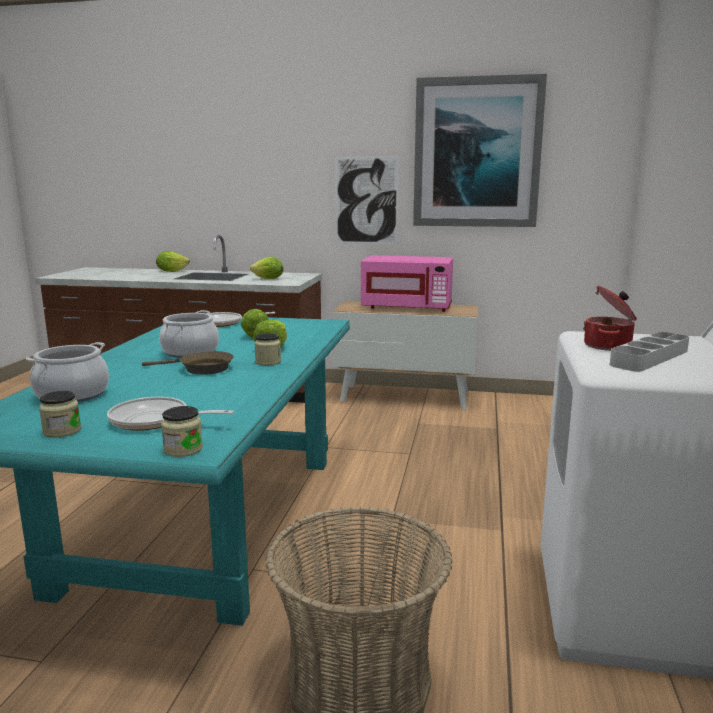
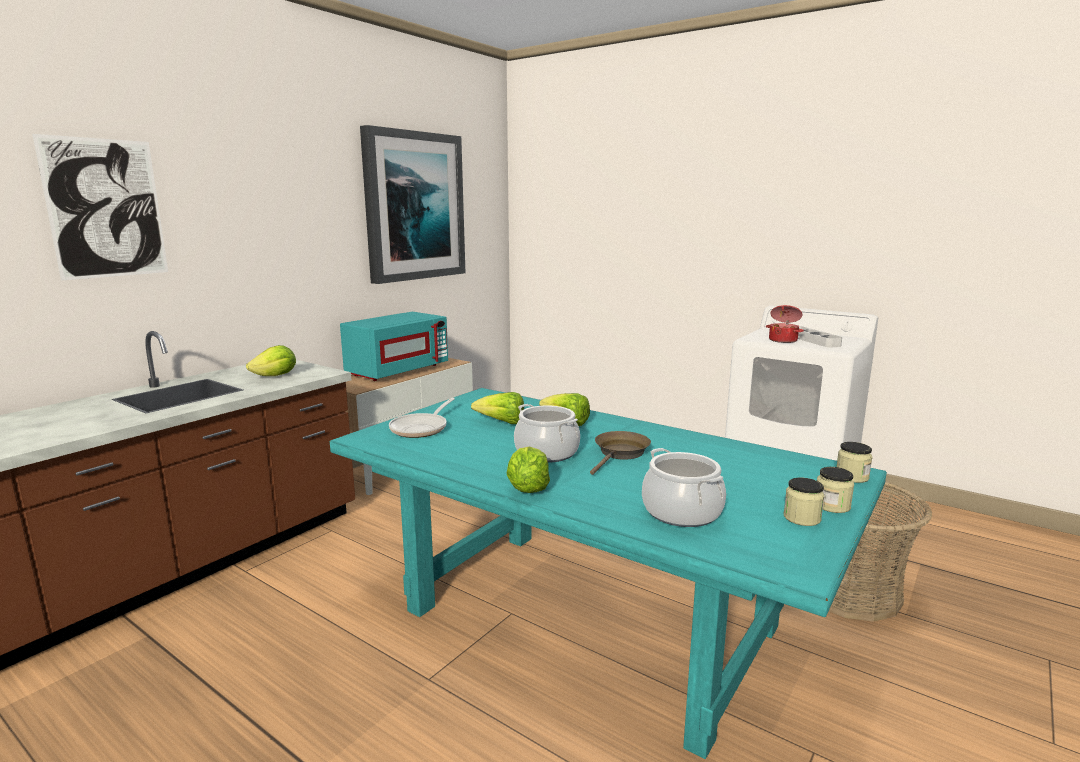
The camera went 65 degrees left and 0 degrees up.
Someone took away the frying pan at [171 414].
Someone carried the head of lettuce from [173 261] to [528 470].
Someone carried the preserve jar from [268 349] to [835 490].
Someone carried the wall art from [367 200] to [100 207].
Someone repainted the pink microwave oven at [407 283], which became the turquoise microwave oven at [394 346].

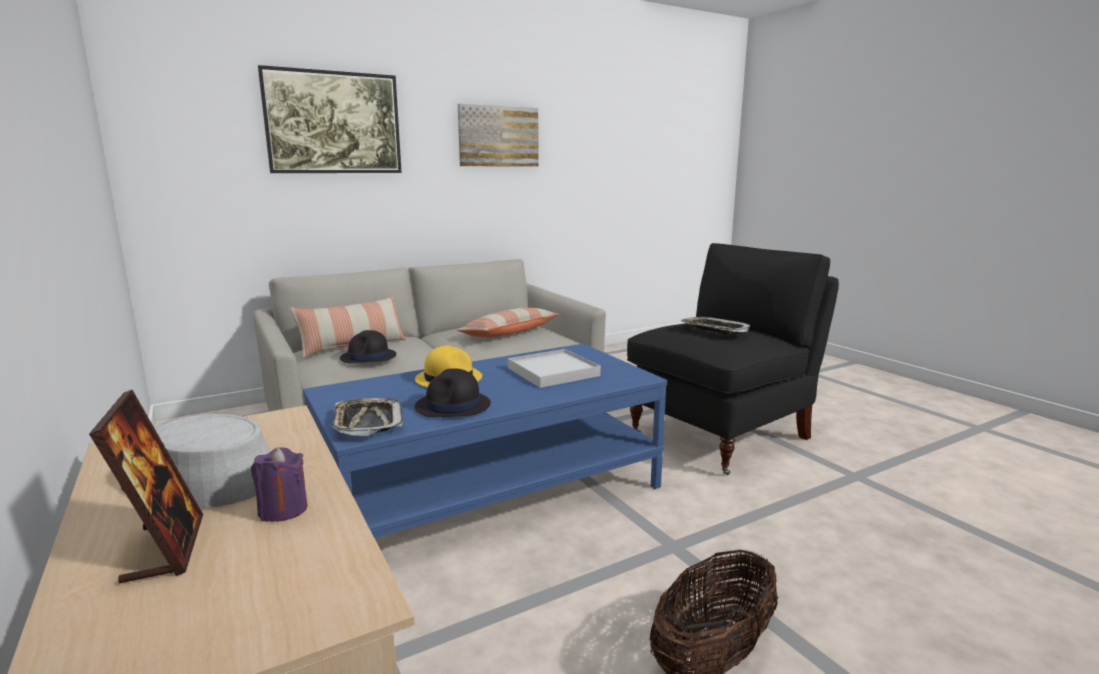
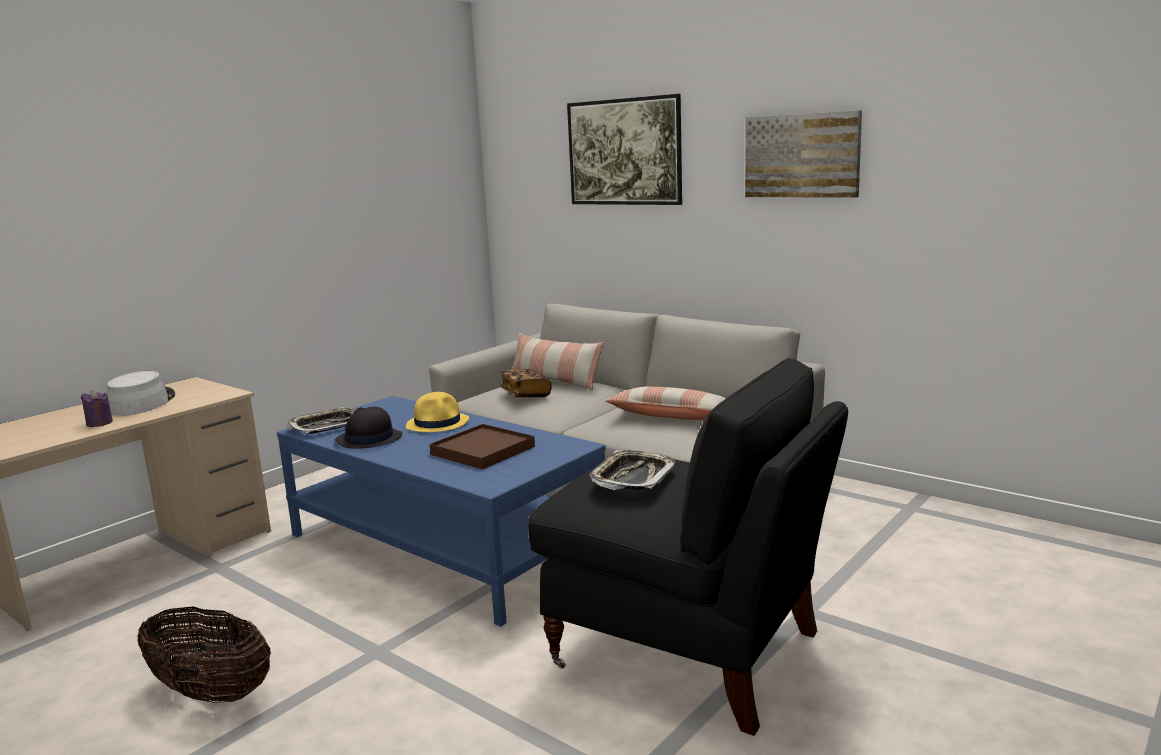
The camera went 70 degrees right and 0 degrees up.
Someone took away the picture frame at [146 486].
Someone swapped the black-coloured wearable hat at [368 347] for the bound book at [525 383].
Someone repainted the white tray at [554 368], which became the brown-coloured tray at [482 446].

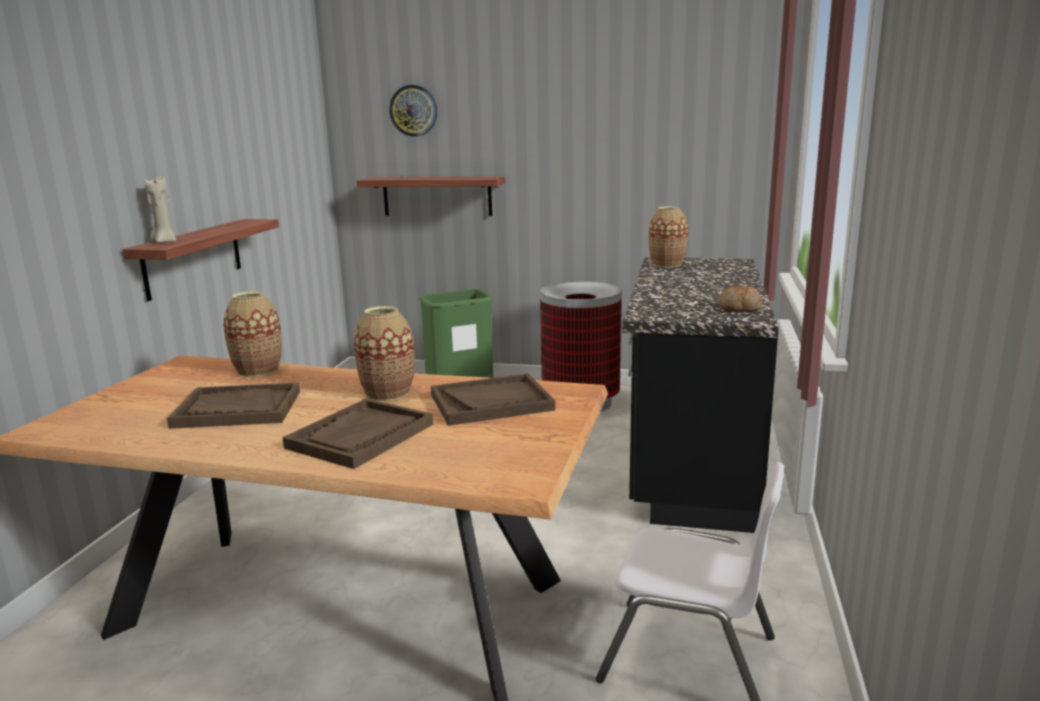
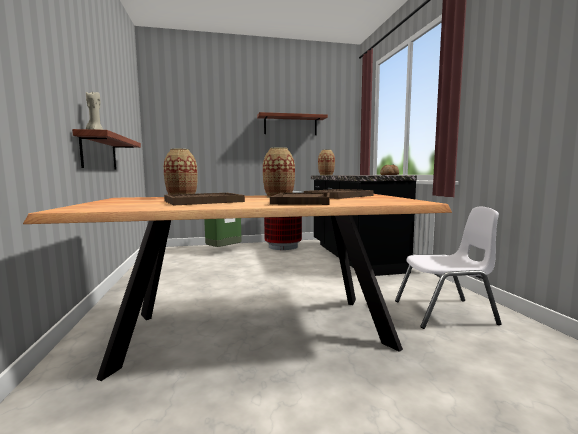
The camera went 25 degrees left and 10 degrees down.
Someone carried the shelf from [431 196] to [292 123].
Someone took away the clock on the wall at [413 111].

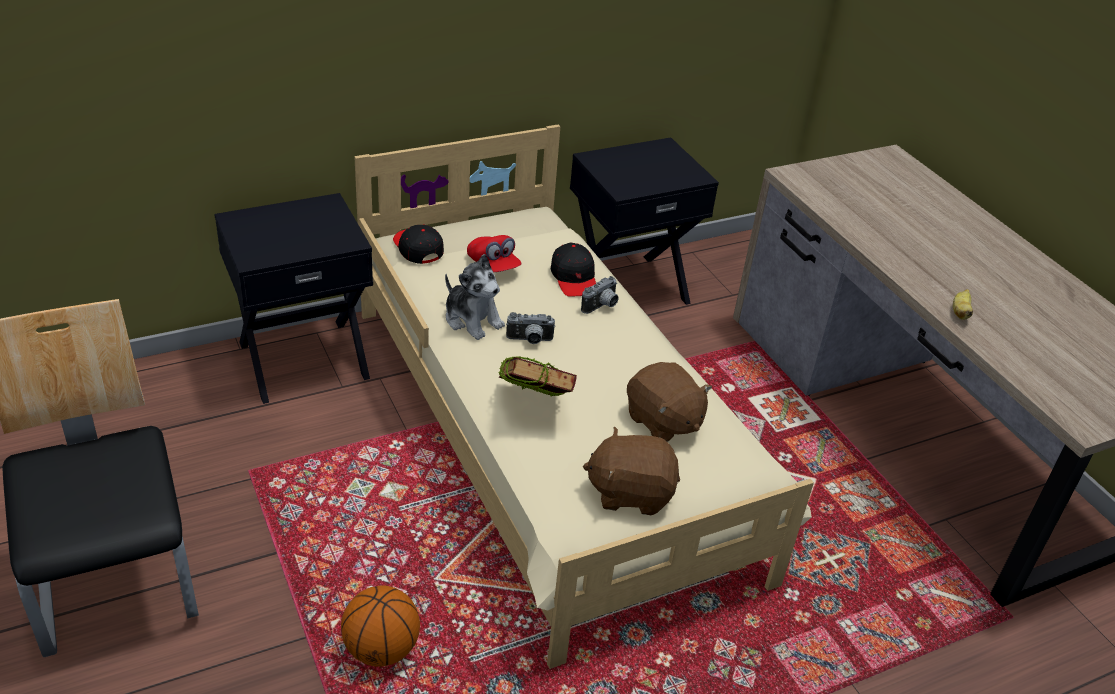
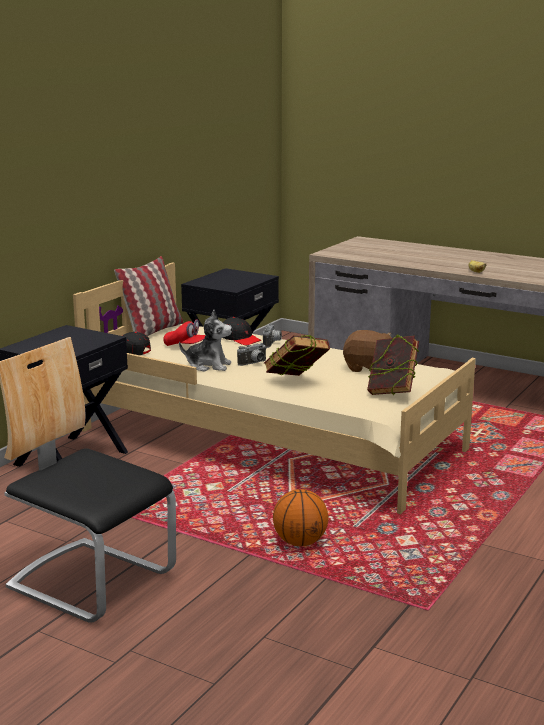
The camera went 30 degrees left and 20 degrees down.
Someone swapped the brown-coloured soft toy at [631 470] for the bound book at [393 365].
Someone put down the pillow at [148 296].

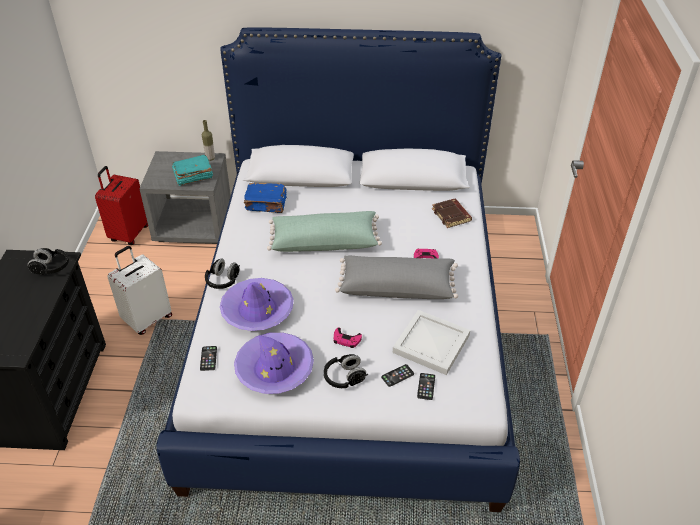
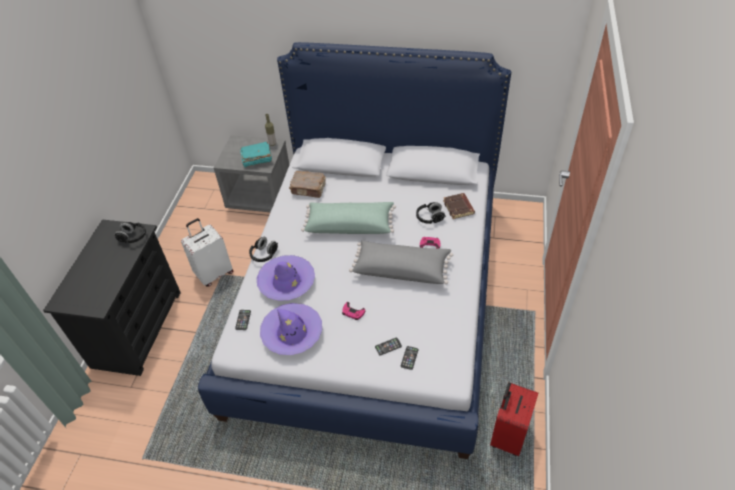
The camera went 10 degrees right and 5 degrees up.
Someone carried the reddish piece of luggage from [121 205] to [514 419].
Someone repainted the blue-coloured bound book at [265 198], which became the brown-coloured bound book at [307 184].
Someone carried the black-coloured headphones from [346 371] to [431 213].
Someone took away the white tray at [431 342].

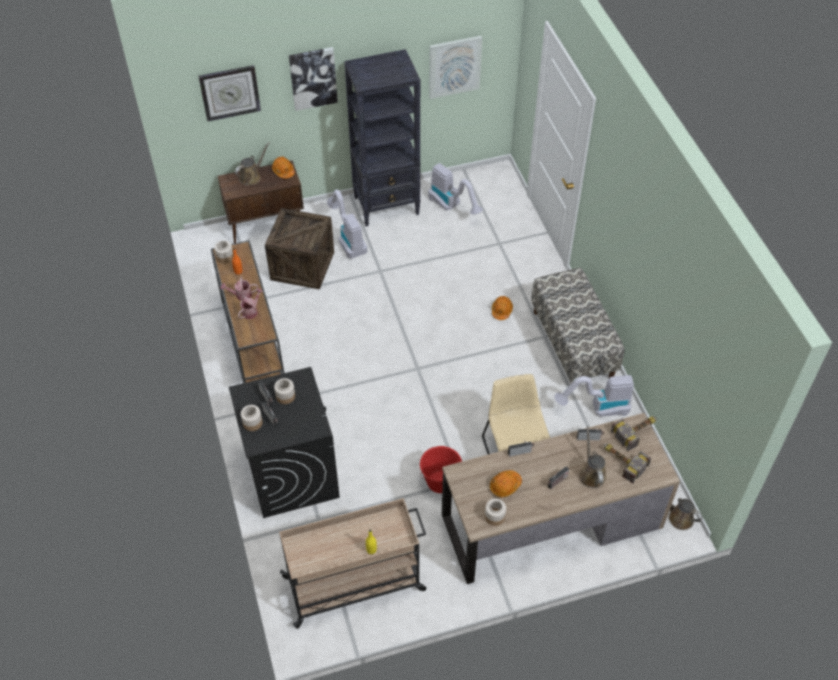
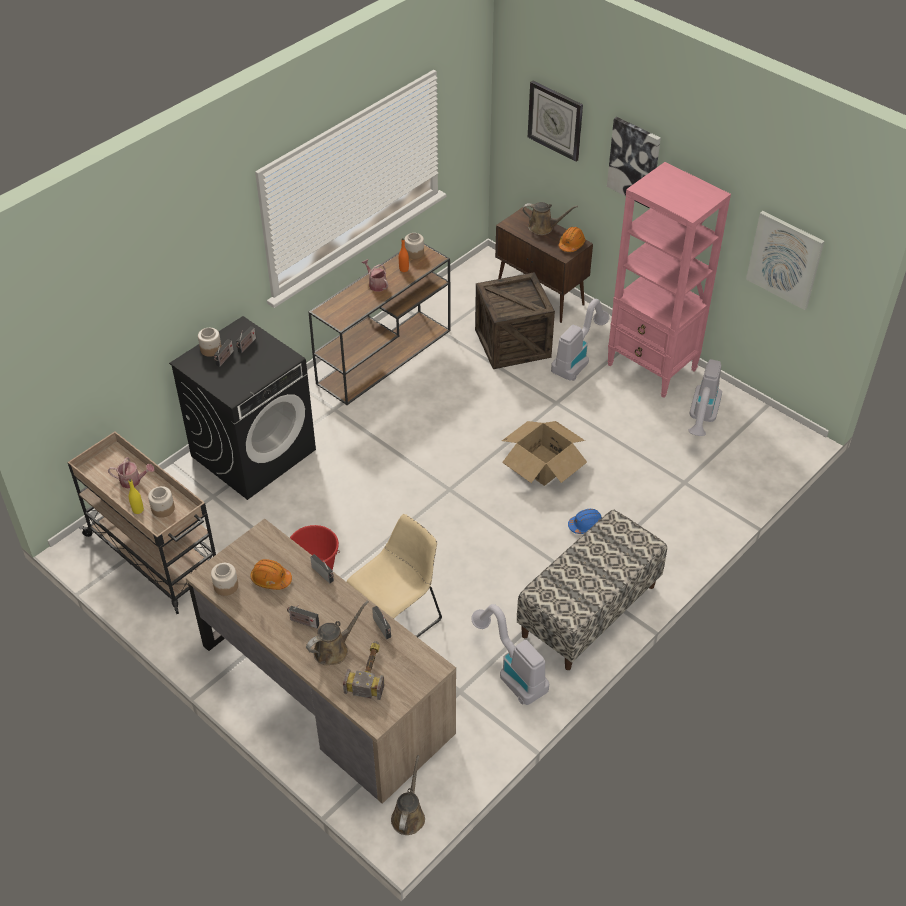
The camera went 60 degrees right and 5 degrees down.
Someone carried the sprinkling can from [250 304] to [131 473].
Someone carried the preserve jar from [284 391] to [161 502].
Someone repainted the black-coloured bookcase at [382 138], which became the pink bookcase at [669 280].
Someone repainted the orangey hard hat at [502 308], which became the blue-coloured hard hat at [585 521].
Someone took away the tool hammer at [634 433].
Someone put down the carton at [544 453].

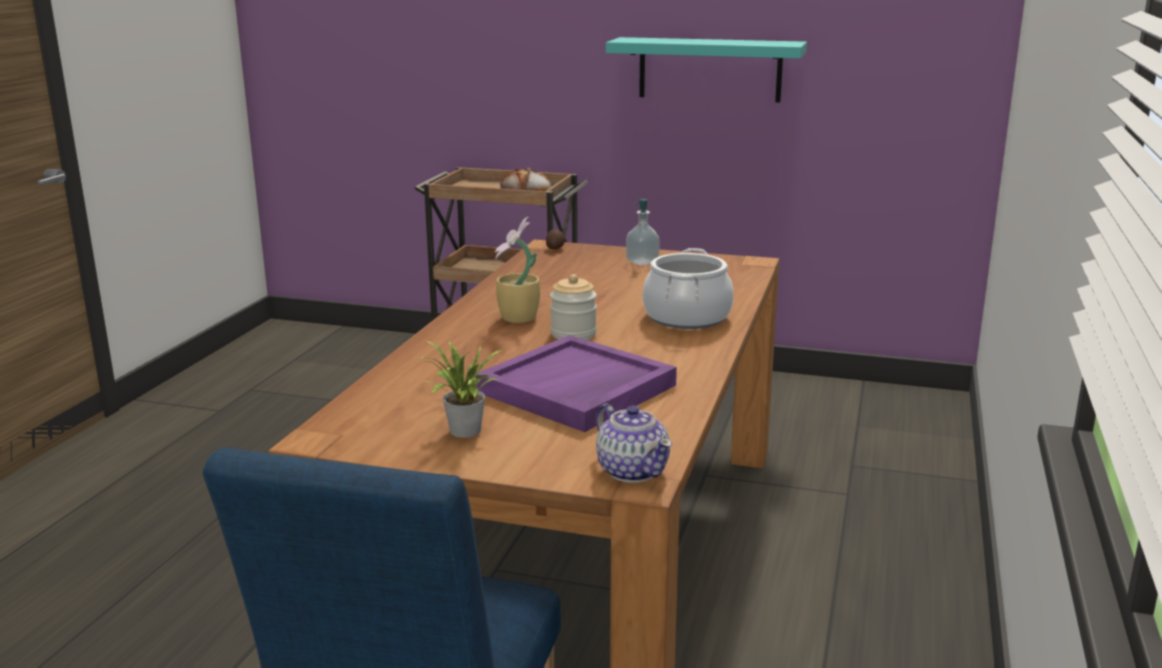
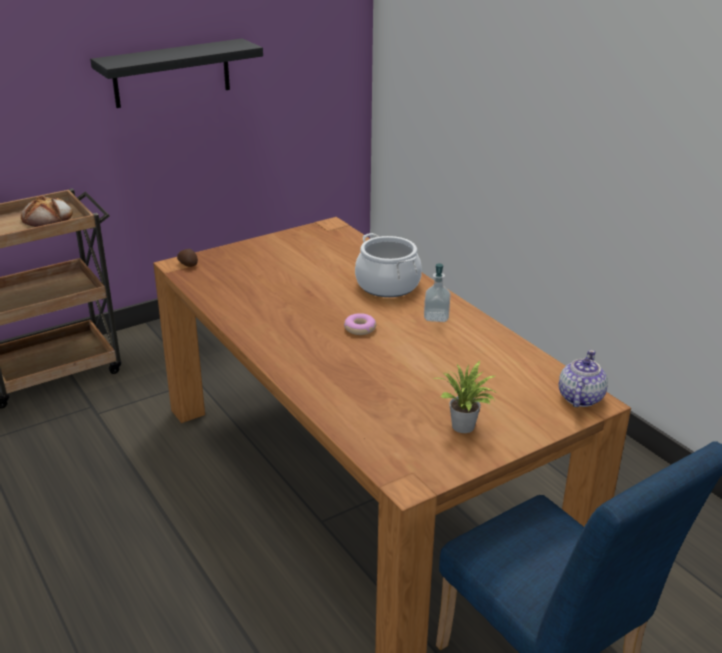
The camera went 50 degrees left and 10 degrees up.
Someone took away the purplish tray at [576 383].
Someone took away the plant in a pot at [517 270].
Someone swapped the preserve jar at [573 307] for the doughnut at [360 324].
Someone rotated the pot for tea at [634 443] by 75 degrees counterclockwise.
Someone repainted the turquoise shelf at [706 69], which became the black-coloured shelf at [176 73].
Someone carried the soap bottle from [643 232] to [437 292].

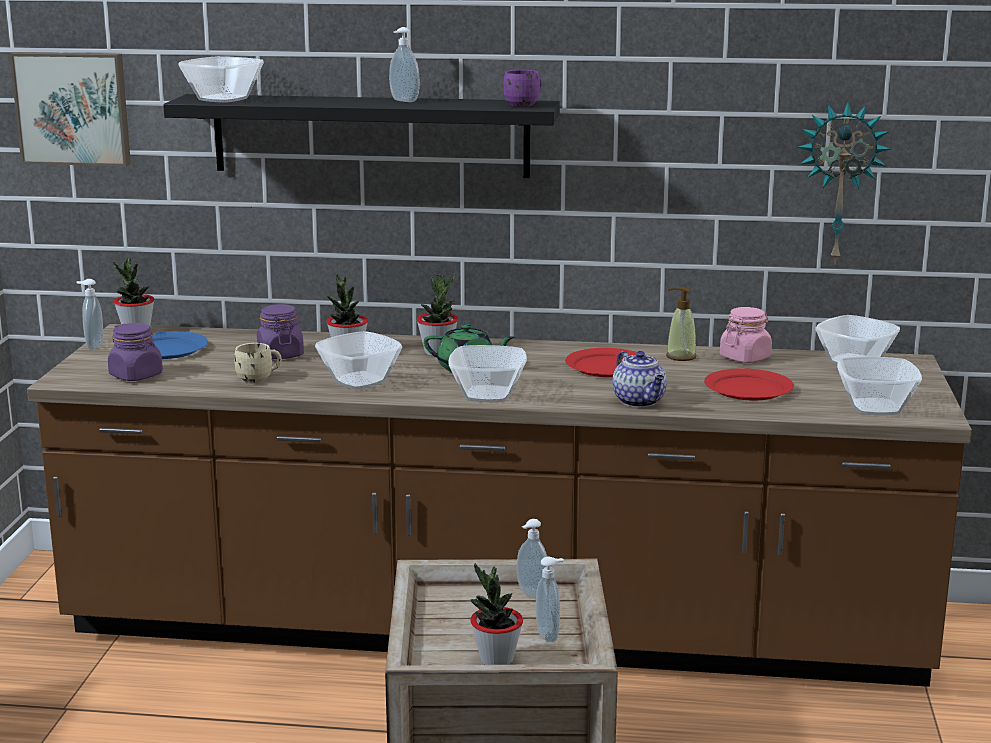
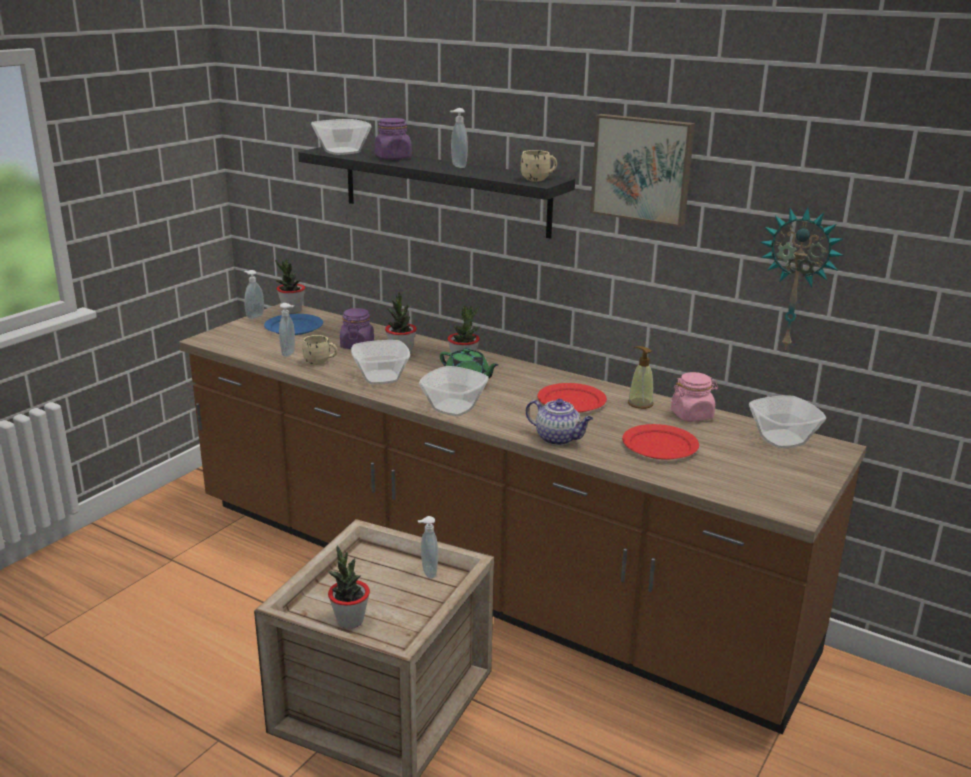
The camera went 25 degrees right and 5 degrees up.
Someone carried the wall art from [70 109] to [642 170].
Someone carried the purplish preserve jar from [135 352] to [393 139].
Someone repainted the purplish mug at [523 88], which became the beige-coloured mug at [539 166].
Someone carried the soap bottle from [550 599] to [287 330].
Someone rotated the pot for tea at [639 379] by 60 degrees counterclockwise.
Someone took away the deep dish at [879 386].

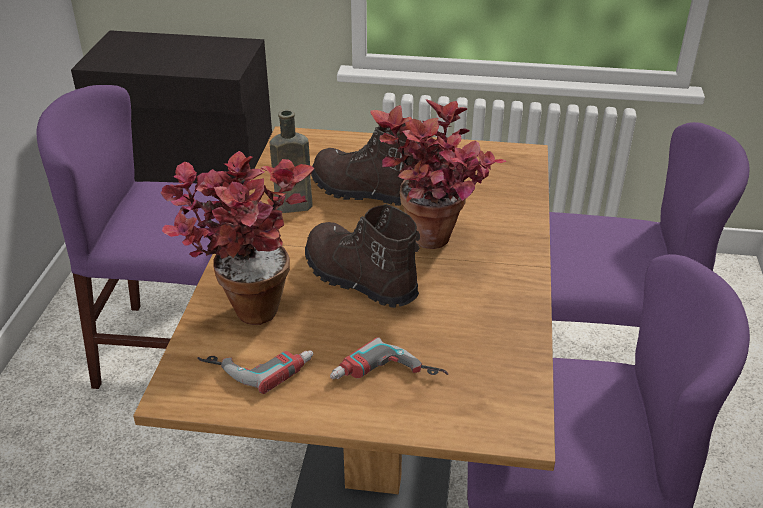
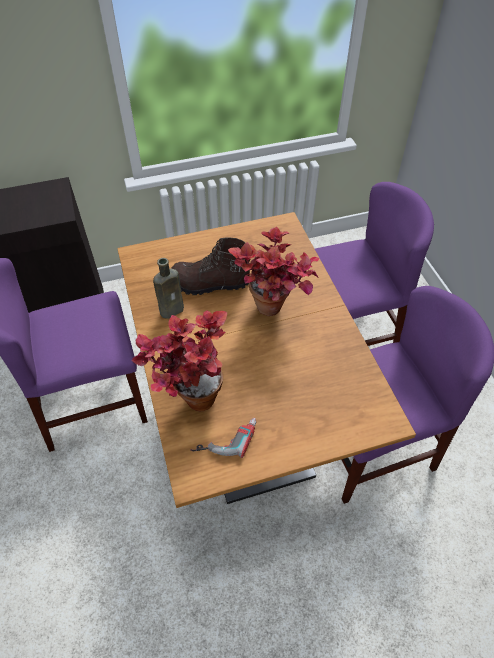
The camera went 25 degrees left and 15 degrees up.
Someone took away the brown-coloured boot at [362 256].
Someone took away the power drill at [389 358].

